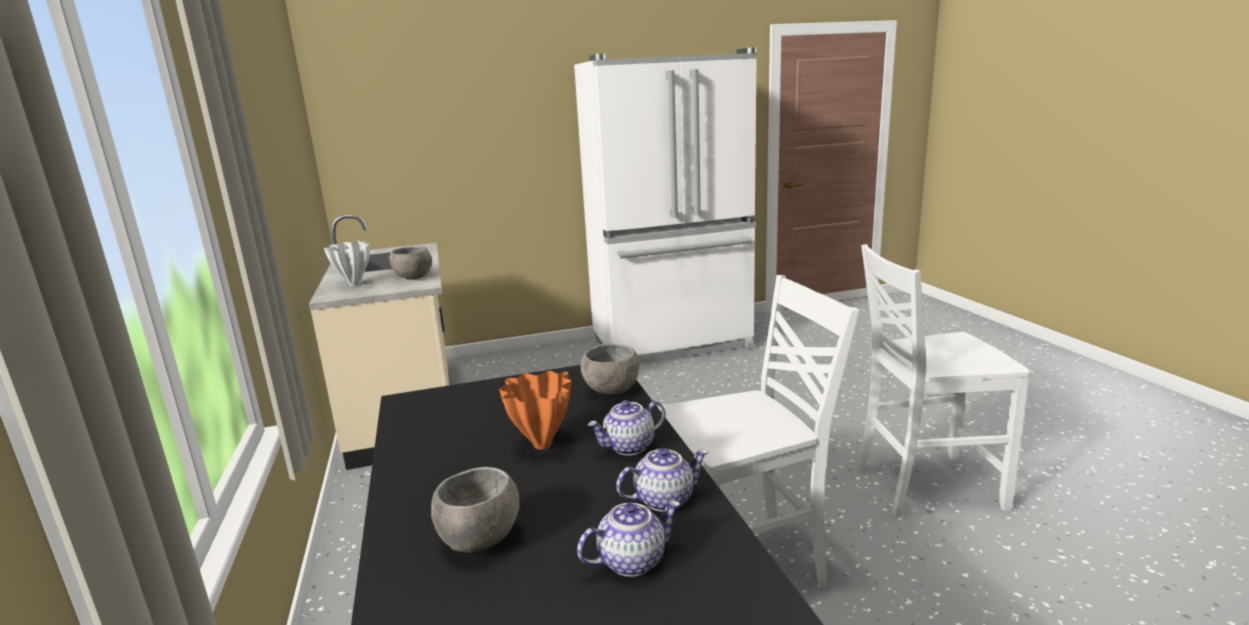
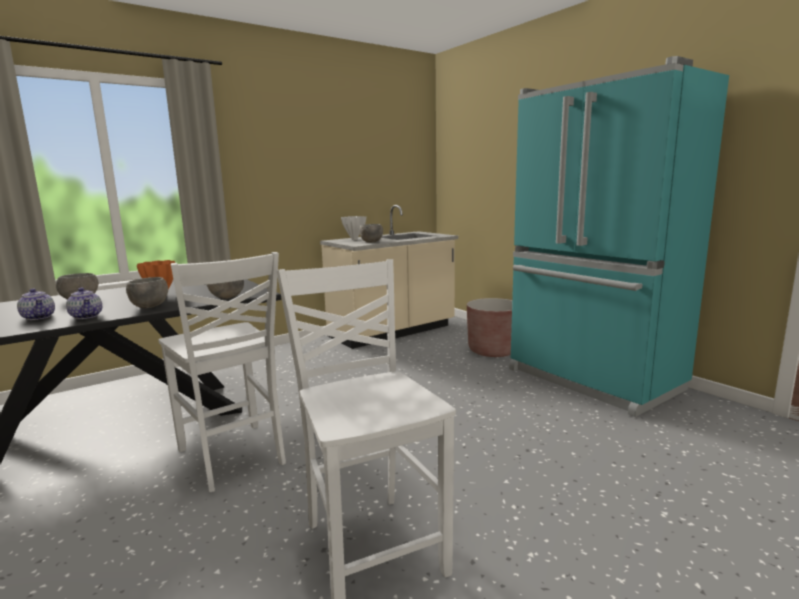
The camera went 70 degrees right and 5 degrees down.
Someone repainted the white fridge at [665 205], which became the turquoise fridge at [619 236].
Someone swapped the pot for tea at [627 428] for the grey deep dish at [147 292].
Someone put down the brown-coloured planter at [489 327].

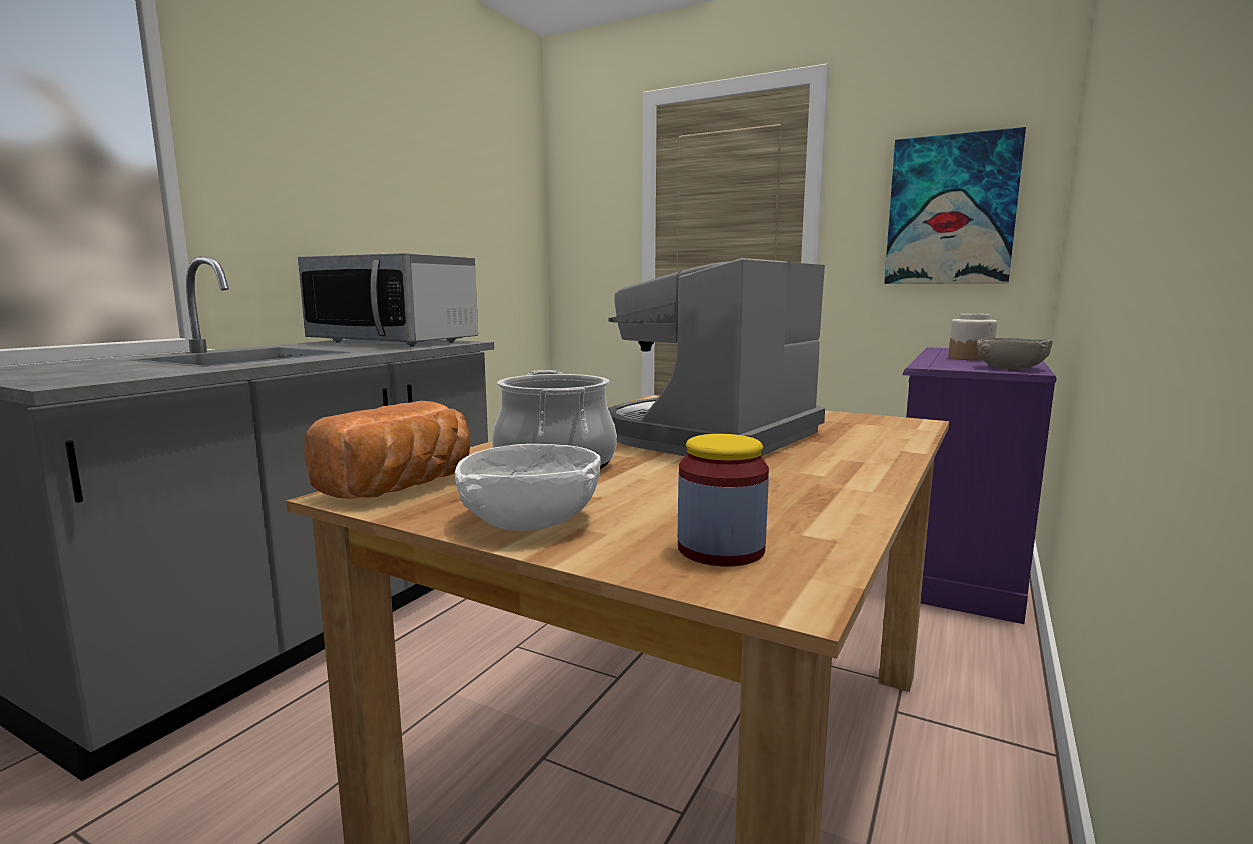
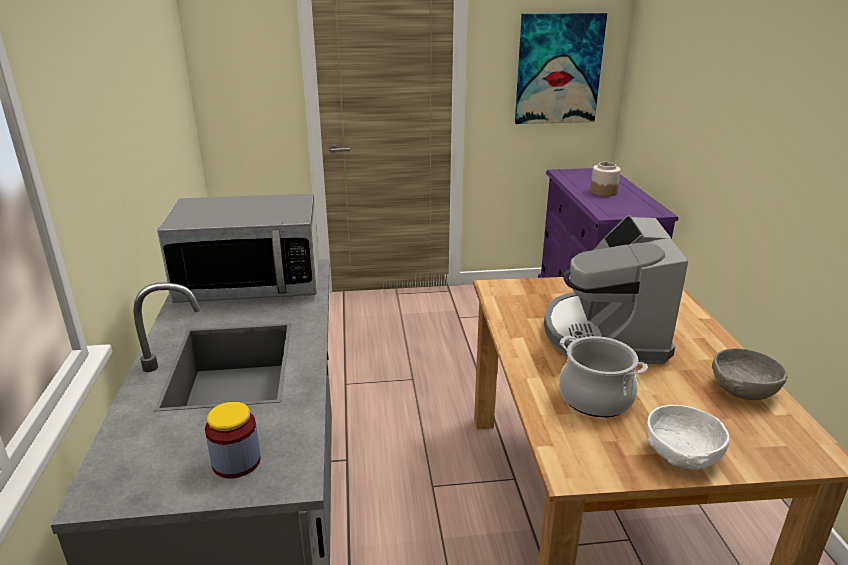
The camera went 35 degrees left and 15 degrees up.
Someone took away the baked bread at [387 450].
Someone carried the preserve jar from [723 500] to [233 440].
Someone carried the grey deep dish from [1015 353] to [749 374].

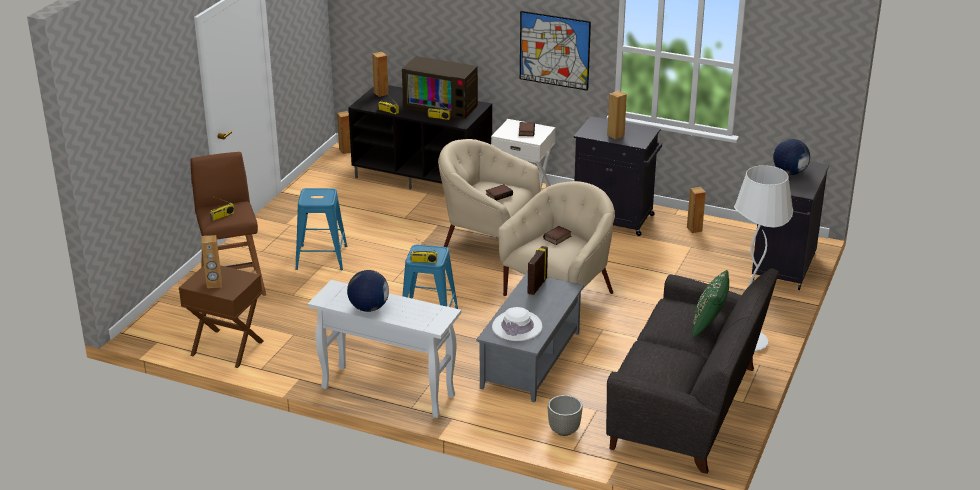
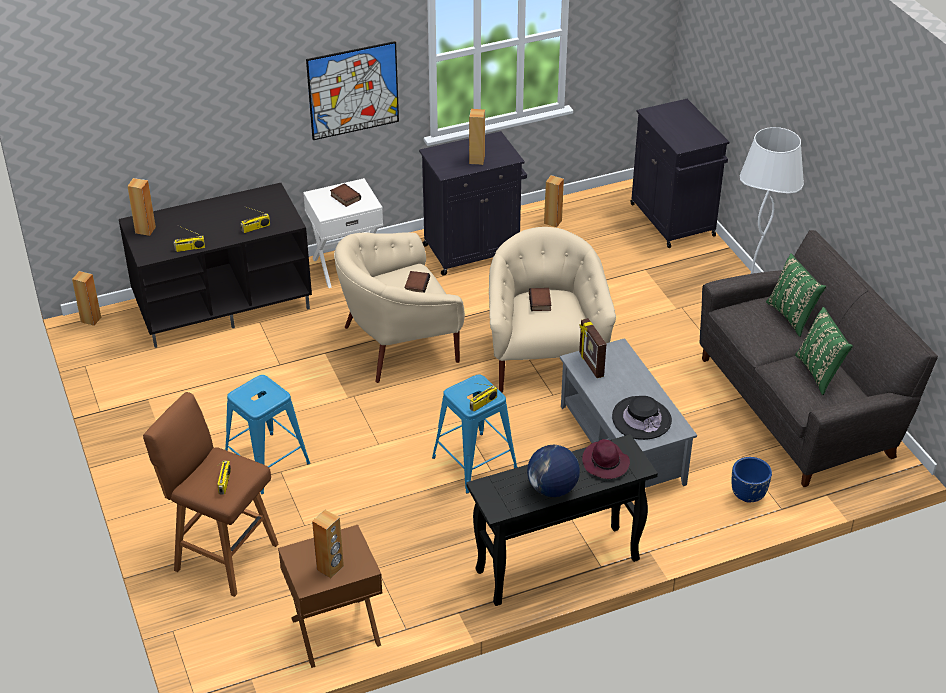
The camera went 45 degrees left and 10 degrees up.
Someone repainted the white narrow table at [384 349], which became the black-coloured narrow table at [562 520].
Someone took away the TV at [440 87].
Someone repainted the white wearable hat at [517 324], which became the black-coloured wearable hat at [642 418].
Someone repainted the grey planter at [565 415], which became the blue-coloured planter at [752 480].
Someone took away the desk globe at [791 157].
Someone put down the purplish wearable hat at [606 459].
Someone put down the green-coloured pillow at [824 351].

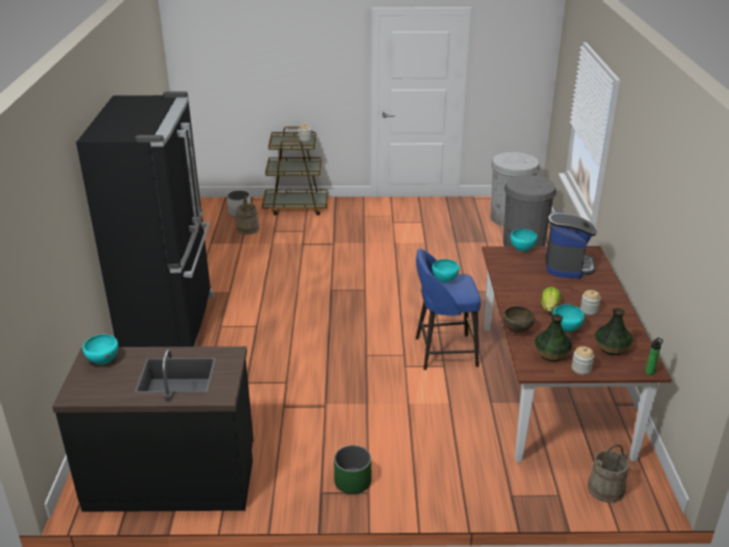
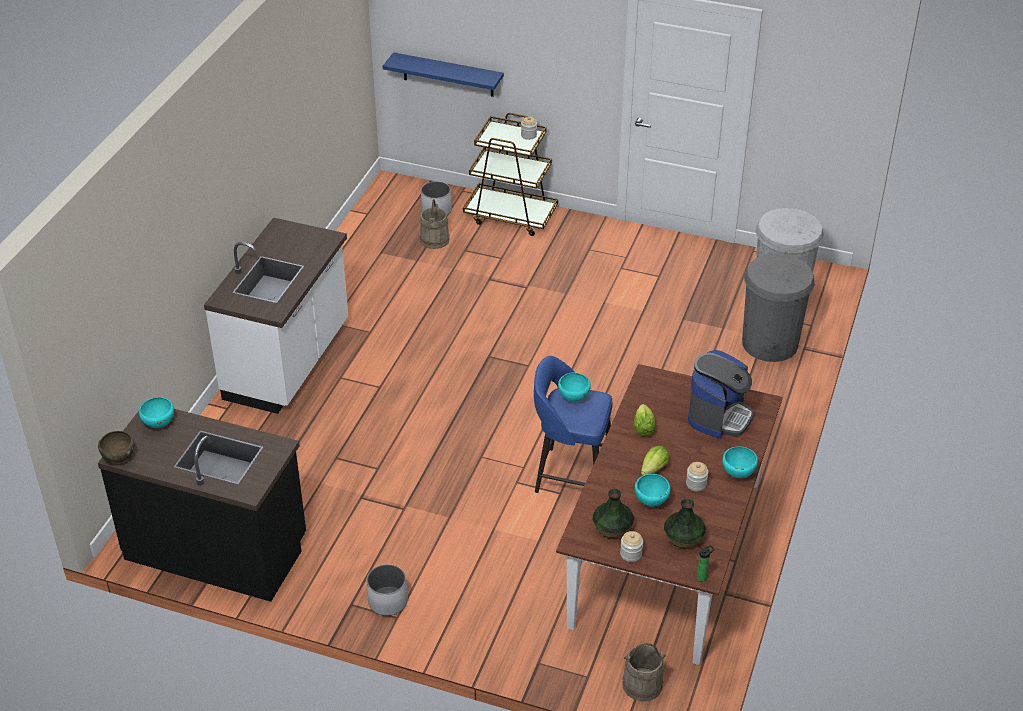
The camera went 20 degrees right and 10 degrees up.
Someone swapped the black-coloured fridge at [145 219] for the white counter at [276 316].
Someone repainted the green-coloured planter at [353 469], which became the white planter at [387 590].
Someone carried the brown-coloured deep dish from [519 319] to [116 447].
Someone carried the turquoise deep dish from [523 240] to [740 462].
Someone put up the blue-coloured shelf at [443 74].
Someone put down the head of lettuce at [644 420].

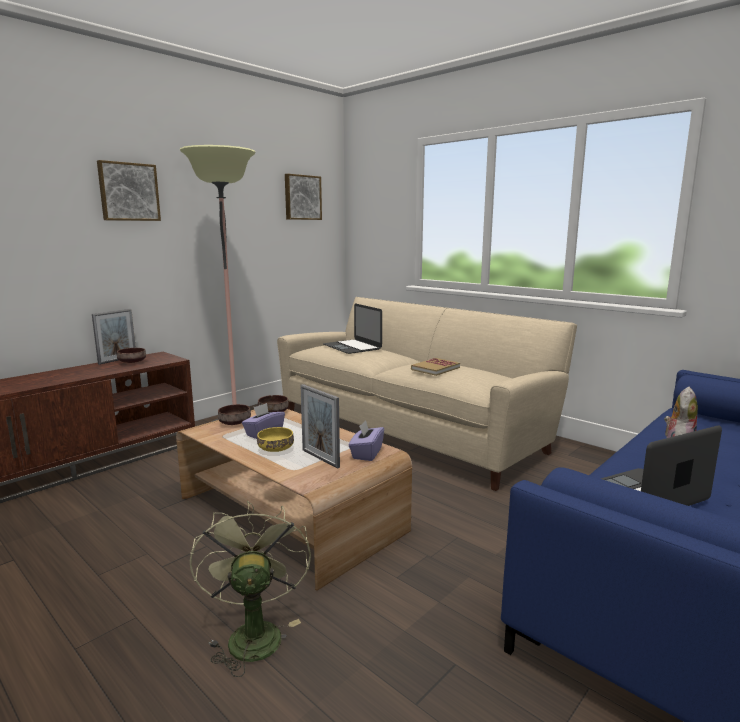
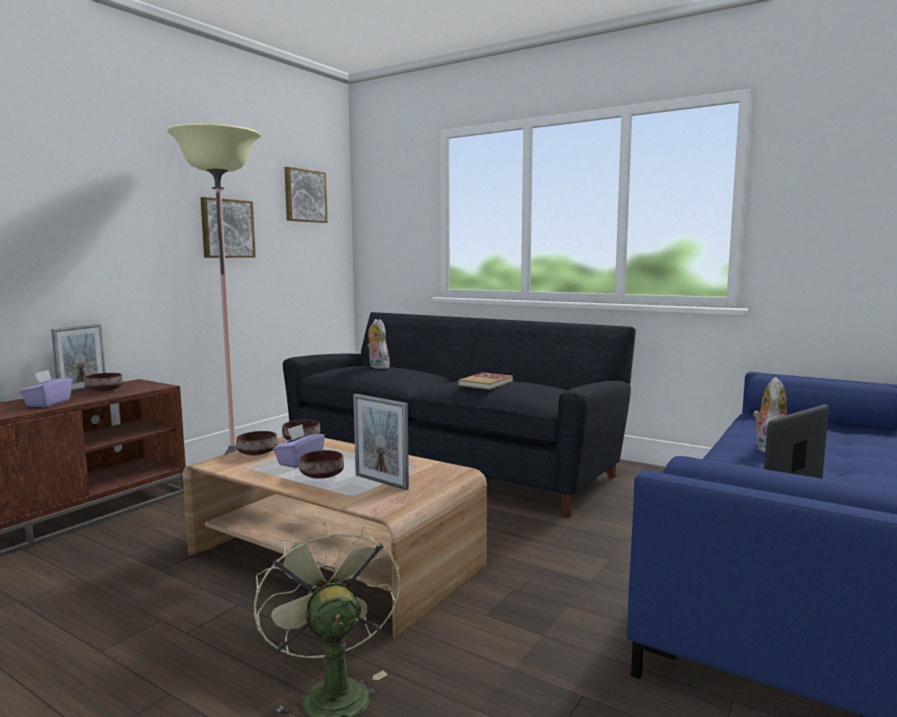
The camera went 10 degrees left and 5 degrees down.
Someone carried the wall art from [129 190] to [228 227].
Someone repainted the yellow deep dish at [275 439], which became the brown-coloured deep dish at [321 464].
Someone repainted the beige-coloured settee at [427 394], which became the black-coloured settee at [459 415].
Someone swapped the laptop at [352 328] for the soft toy at [378 344].
Someone carried the purplish box of tissues from [366 440] to [46 388].

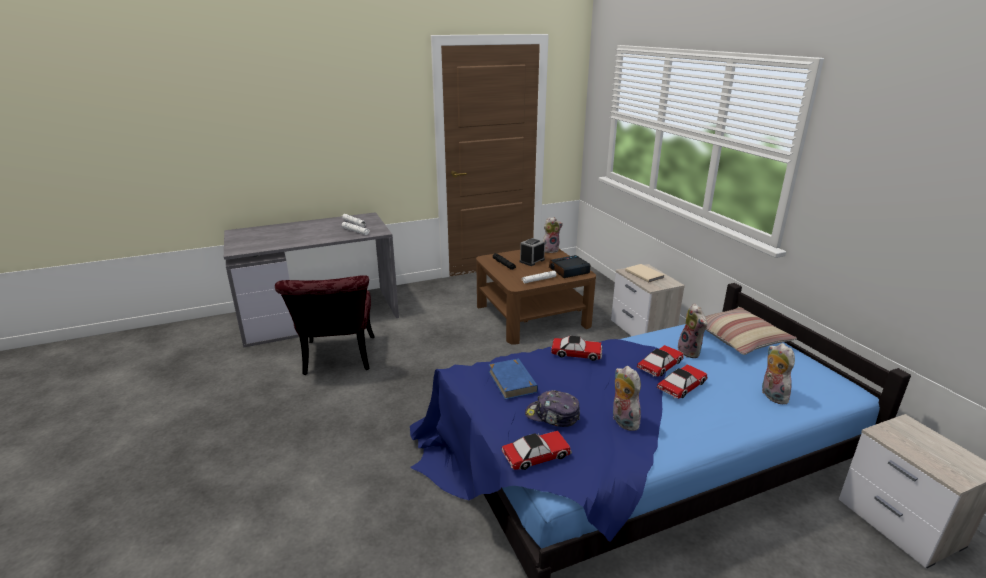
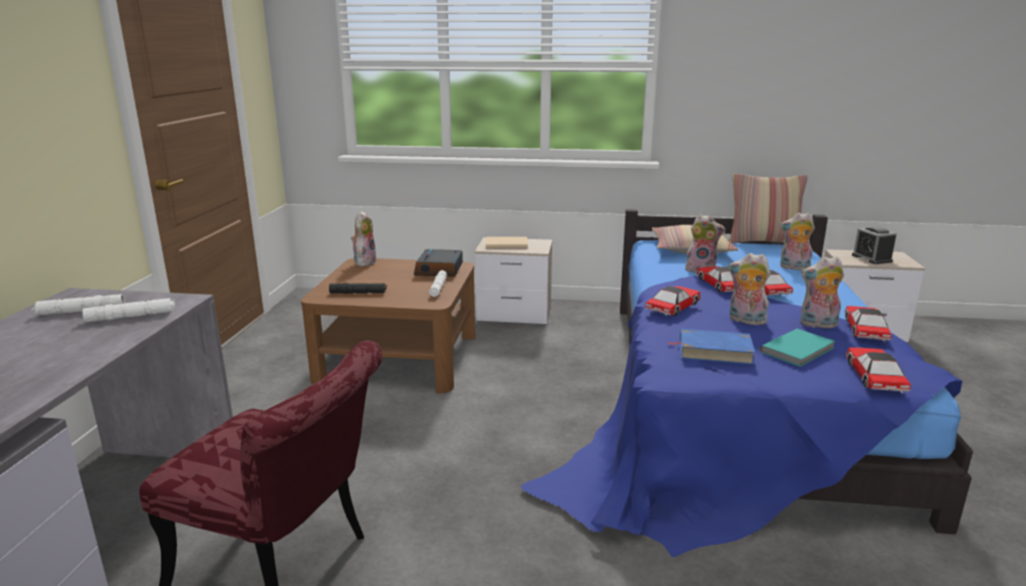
The camera went 60 degrees left and 5 degrees down.
Someone carried the bedside clock from [532 252] to [874 245].
Someone swapped the baseball cap at [552 409] for the turquoise bound book at [798 348].
Someone put down the soft toy at [749 289].
Someone put down the pillow at [768 208].
Someone put down the toy car at [868 324].

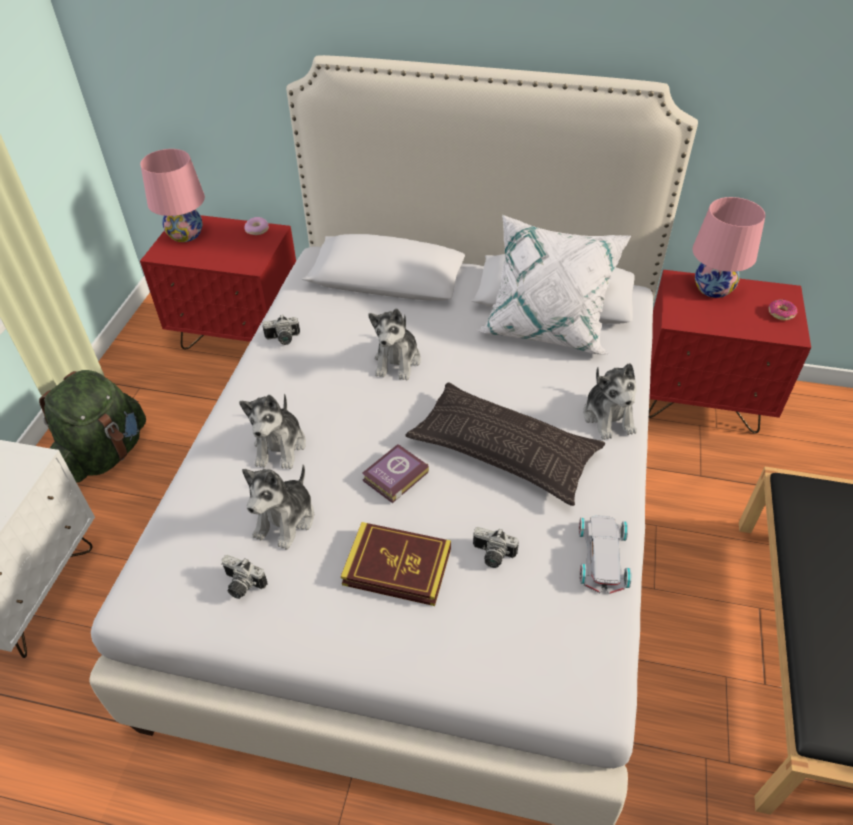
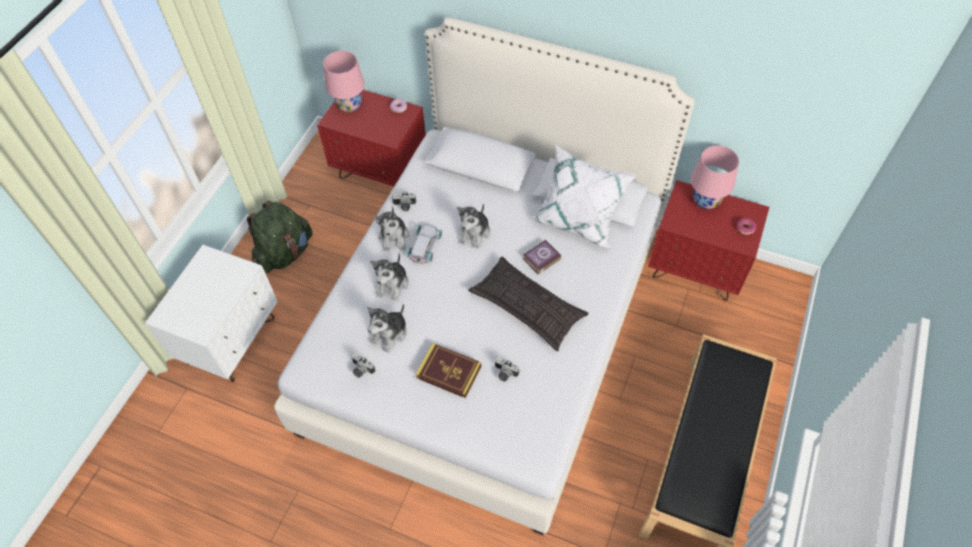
The camera went 10 degrees right and 10 degrees up.
Someone carried the bound book from [395 473] to [542 257].
Someone carried the white toy car from [605 554] to [424 244].
Someone carried the soft toy from [610 401] to [392 228].

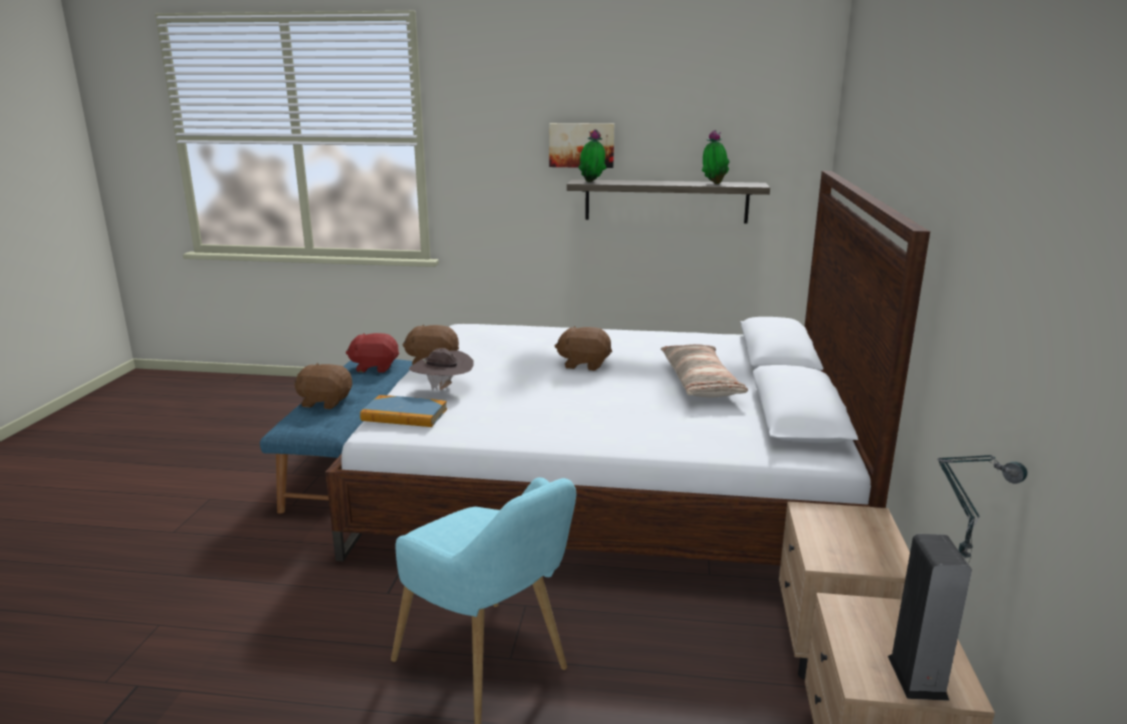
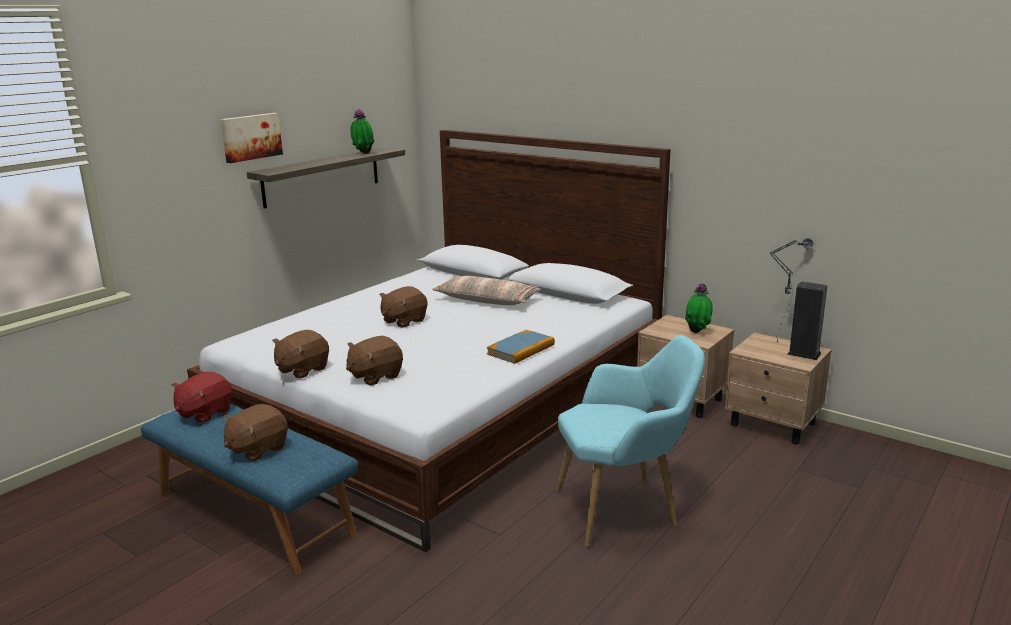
The camera went 60 degrees left and 0 degrees up.
Someone carried the bound book from [403 411] to [521 347].
Someone swapped the brown-coloured wearable hat at [441 369] for the brown-coloured soft toy at [374 360].
Someone carried the plant in a pot from [592 155] to [699 308].

